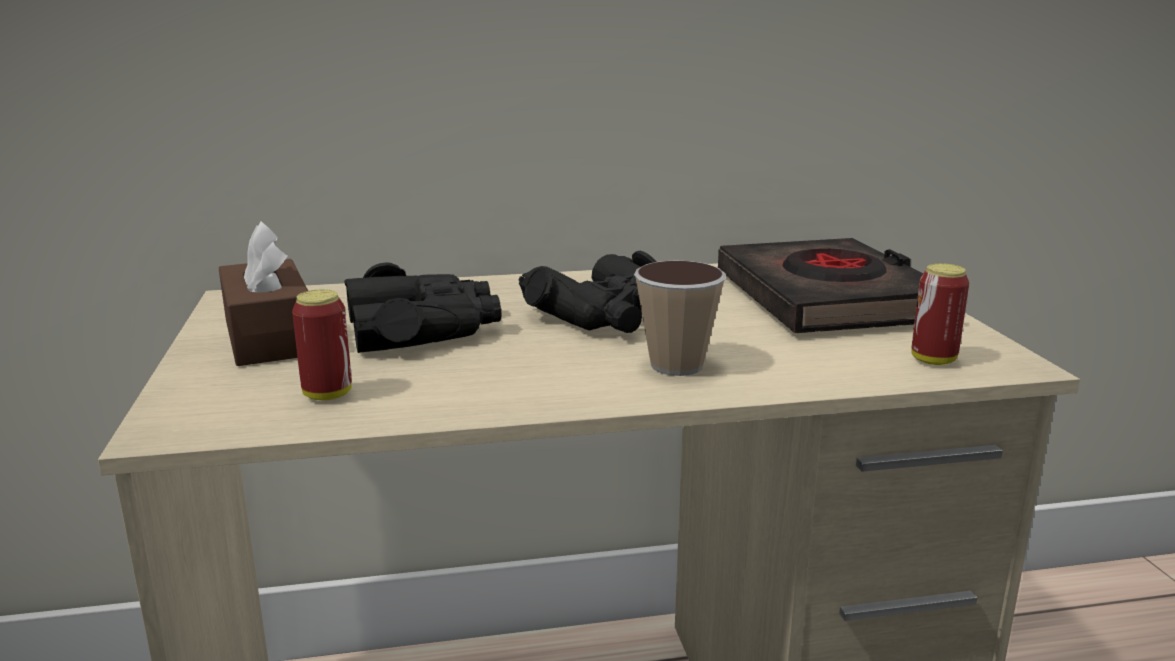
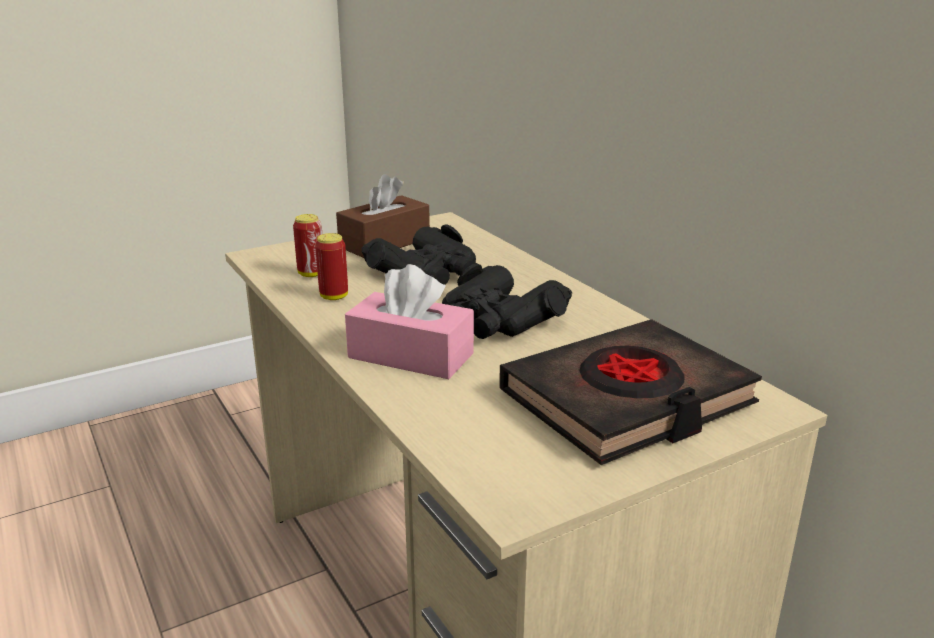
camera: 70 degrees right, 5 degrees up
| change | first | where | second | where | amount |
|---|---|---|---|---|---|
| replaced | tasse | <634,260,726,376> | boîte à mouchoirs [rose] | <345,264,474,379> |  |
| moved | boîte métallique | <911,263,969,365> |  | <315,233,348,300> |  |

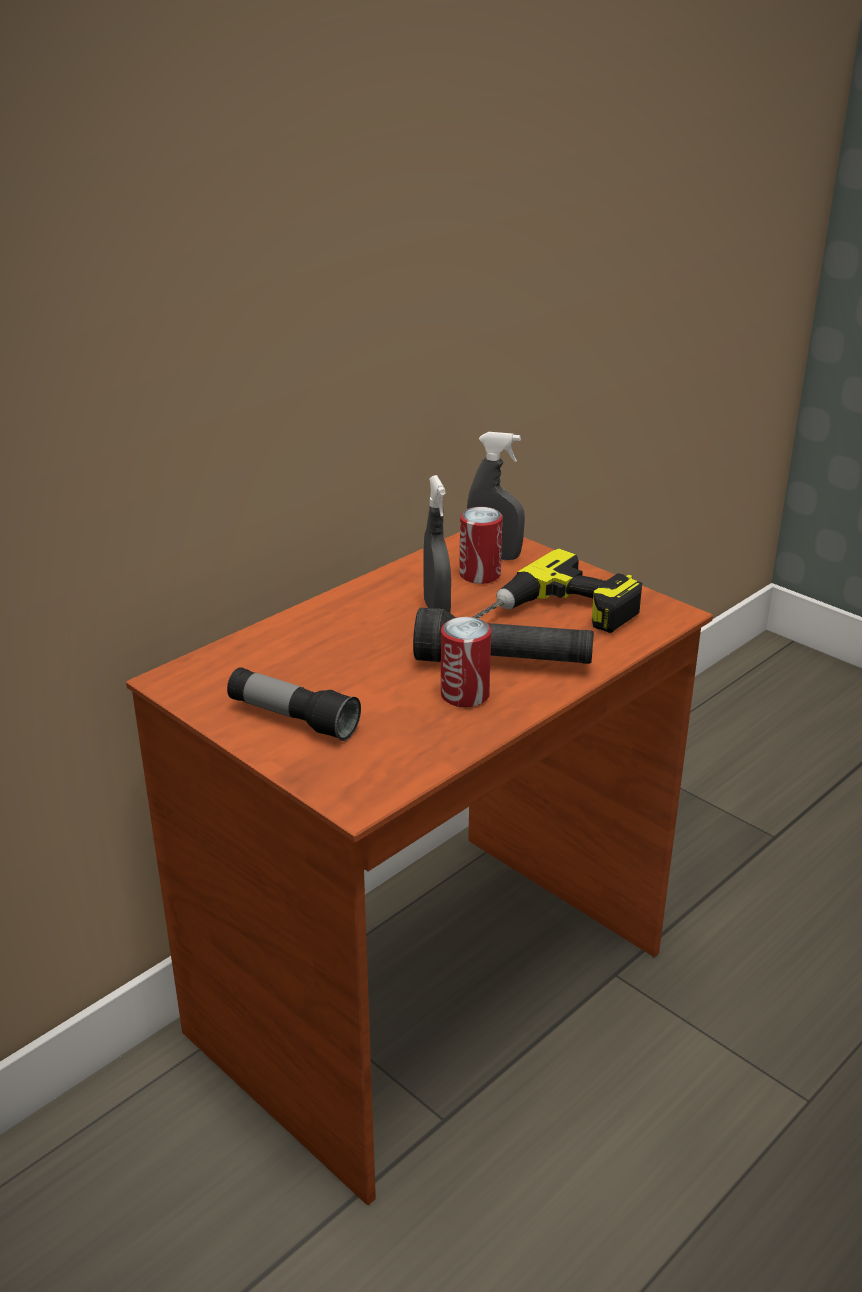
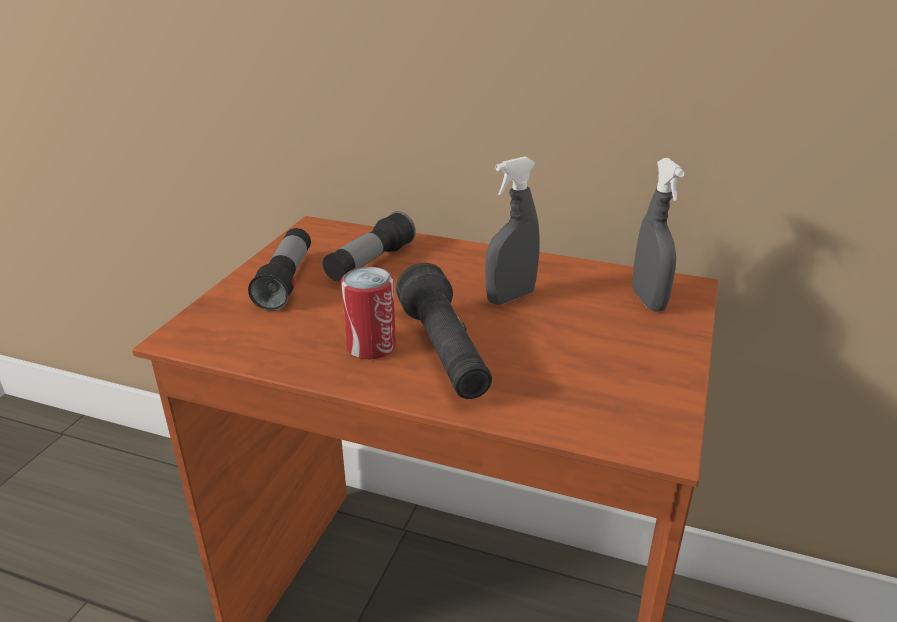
camera: 65 degrees right, 0 degrees up
| change | first | where | second | where | amount |
|---|---|---|---|---|---|
| removed | boîte métallique | <459,507,503,584> |  |  |  |
| removed | perceuse | <473,549,642,633> |  |  |  |
| added |  |  | lampe de poche | <323,211,416,281> |  |

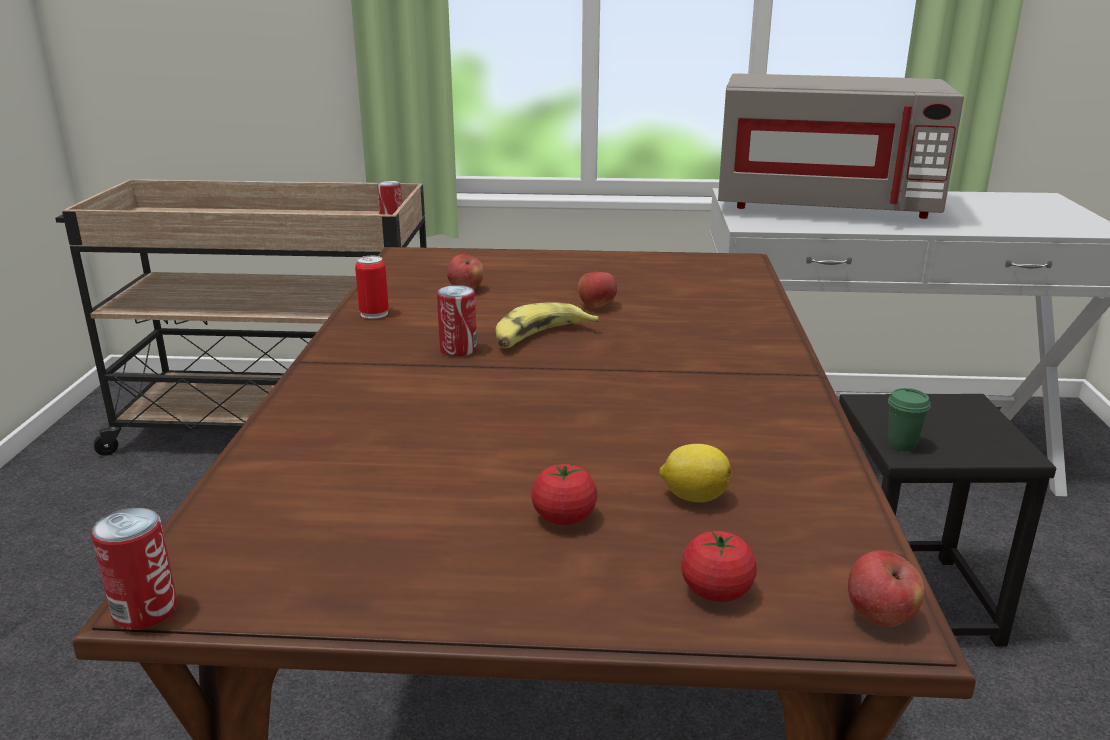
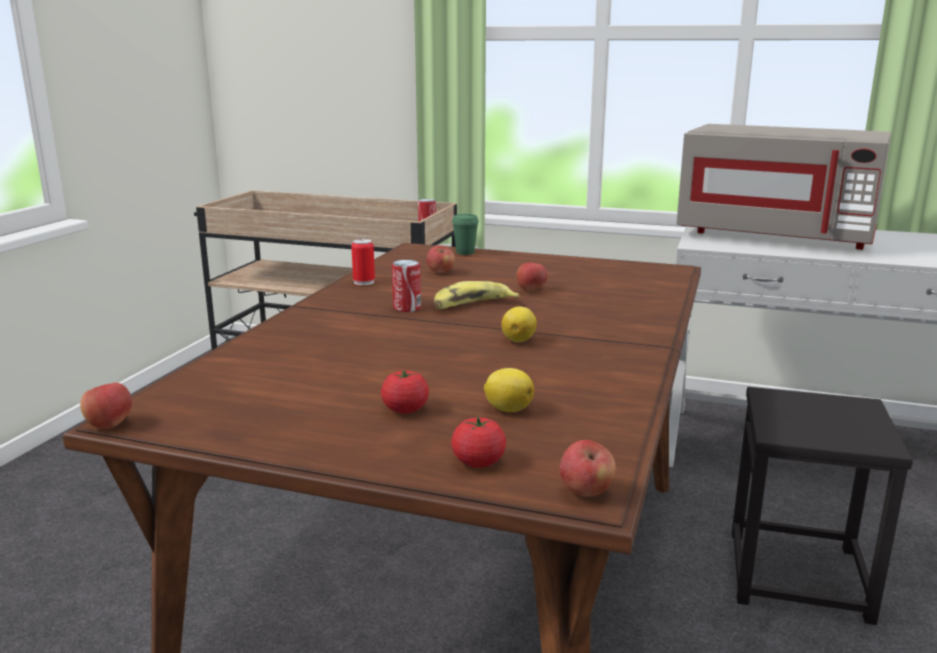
camera: 15 degrees right, 5 degrees down
| change | first | where | second | where | amount |
|---|---|---|---|---|---|
| moved | tasse [vert] | <888,388,930,451> |  | <452,214,479,255> |  |
| replaced | boîte métallique | <92,508,177,630> | pomme | <80,383,132,429> |  |
| added |  |  | citron | <501,306,537,342> |  |

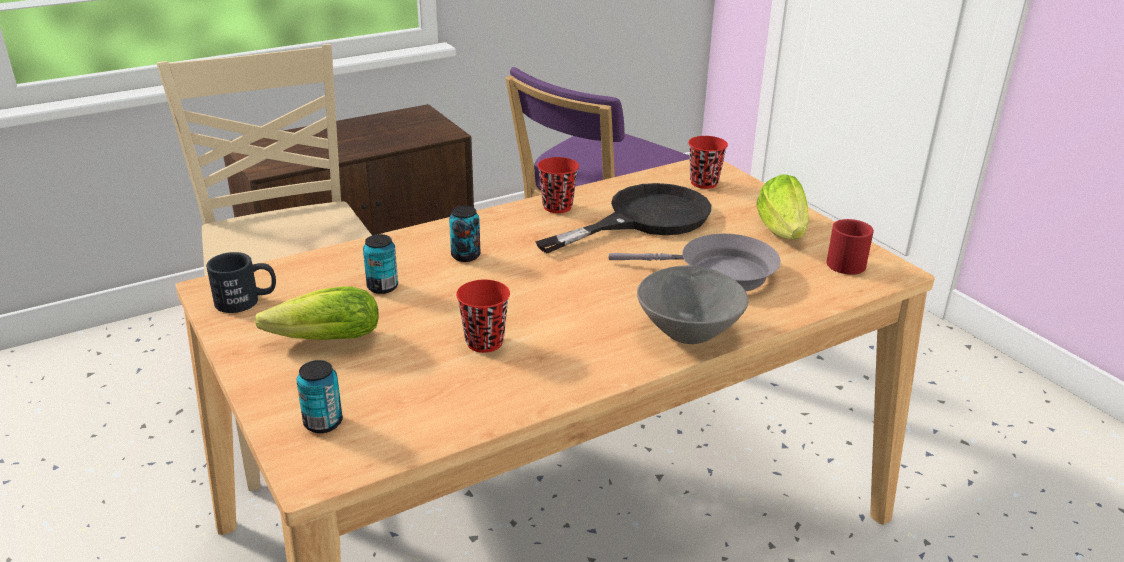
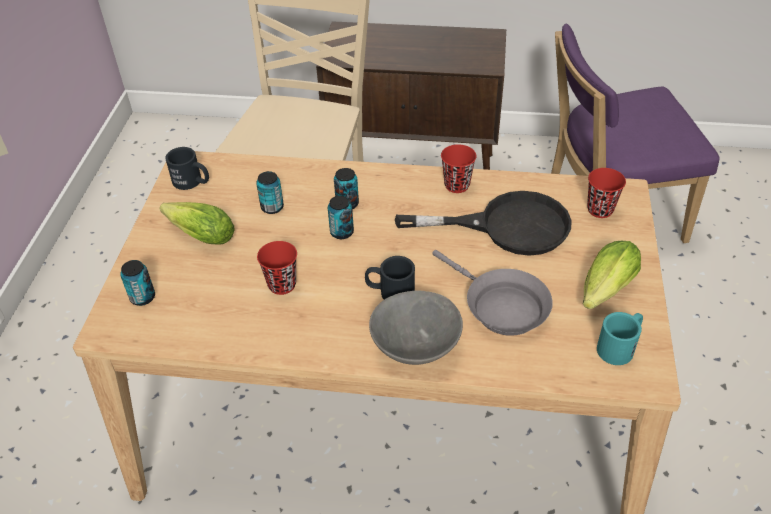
camera: 40 degrees right, 15 degrees up
| change | first | where | second | where | amount |
|---|---|---|---|---|---|
| recoloured | mug [rouge] | <826,219,874,275> | mug [turquoise] | <597,312,643,365> |  |
| added |  |  | boîte métallique | <328,196,354,239> |  |
| added |  |  | mug [noir] | <365,256,415,300> |  |

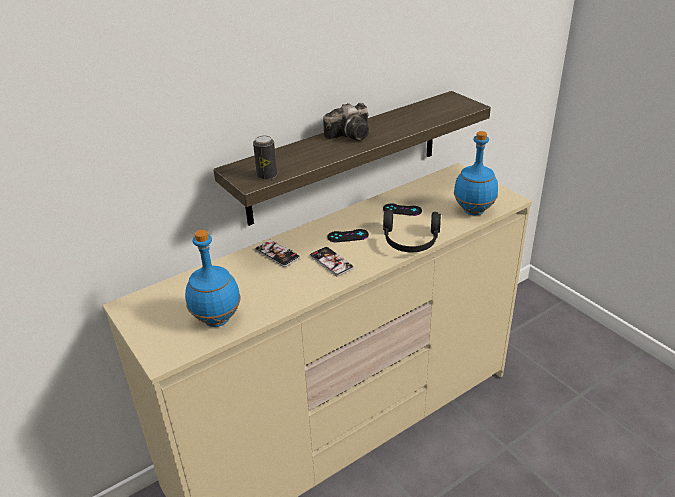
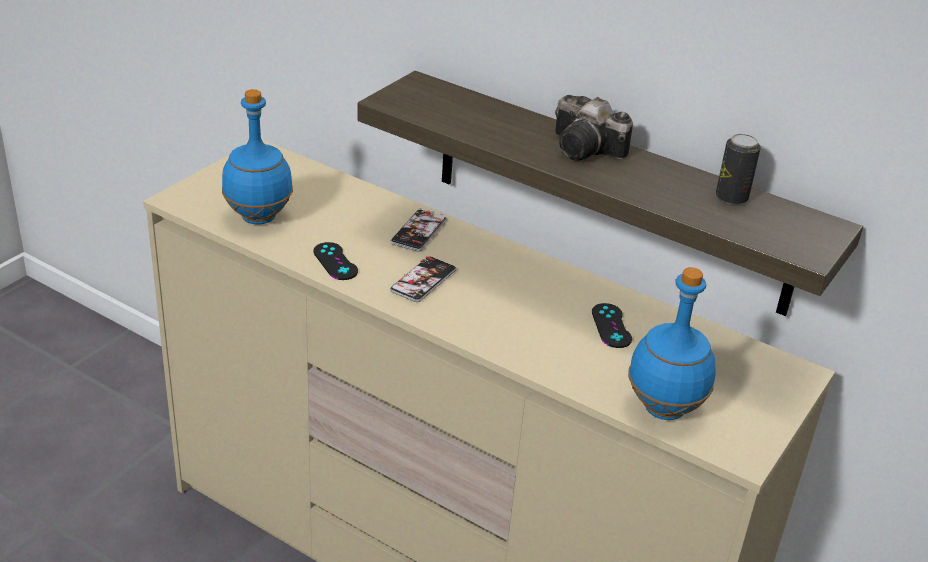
camera: 65 degrees right, 0 degrees up
| change | first | where | second | where | amount |
|---|---|---|---|---|---|
| moved | boîte métallique | <253,135,277,180> |  | <716,134,761,205> |  |
| removed | casque audio [noir] | <383,210,441,252> |  |  |  |
| moved | manette [noir] | <327,229,369,242> |  | <313,242,358,280> |  |

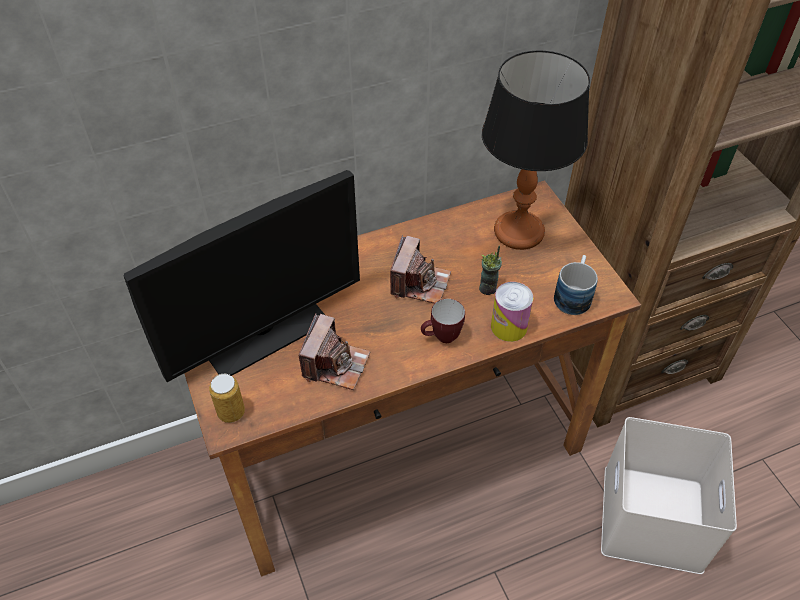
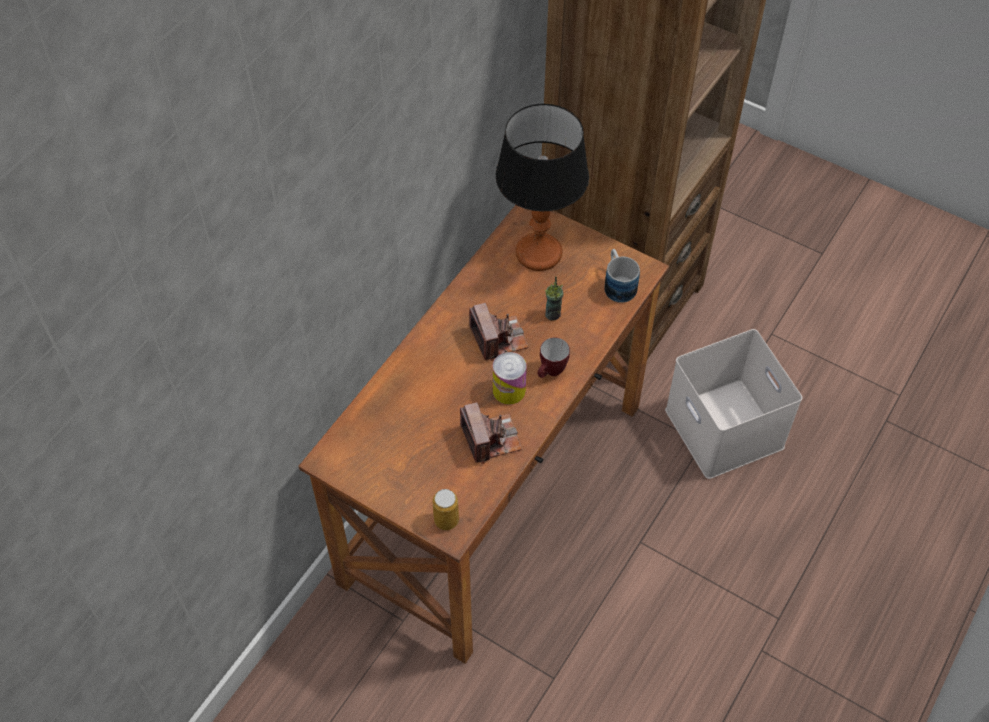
camera: 35 degrees left, 5 degrees up
| change | first | where | second | where | amount |
|---|---|---|---|---|---|
| removed | écran d'ordinateur | <124,170,360,382> |  |  |  |
| moved | boîte métallique | <491,282,533,342> |  | <493,352,527,405> |  |

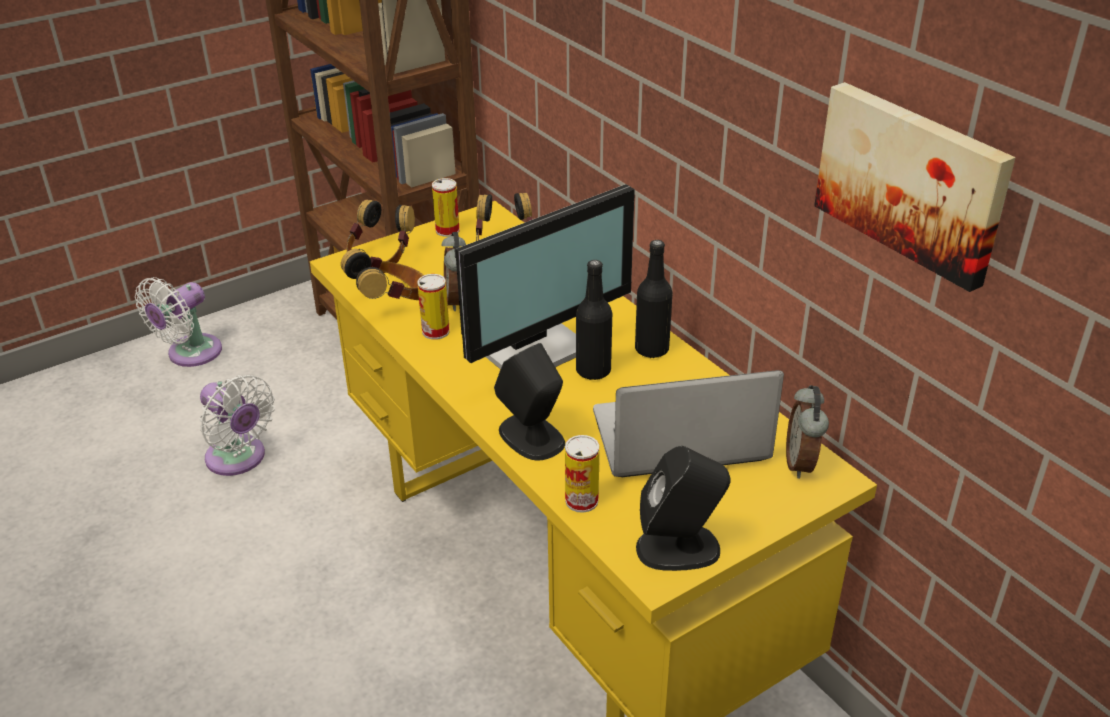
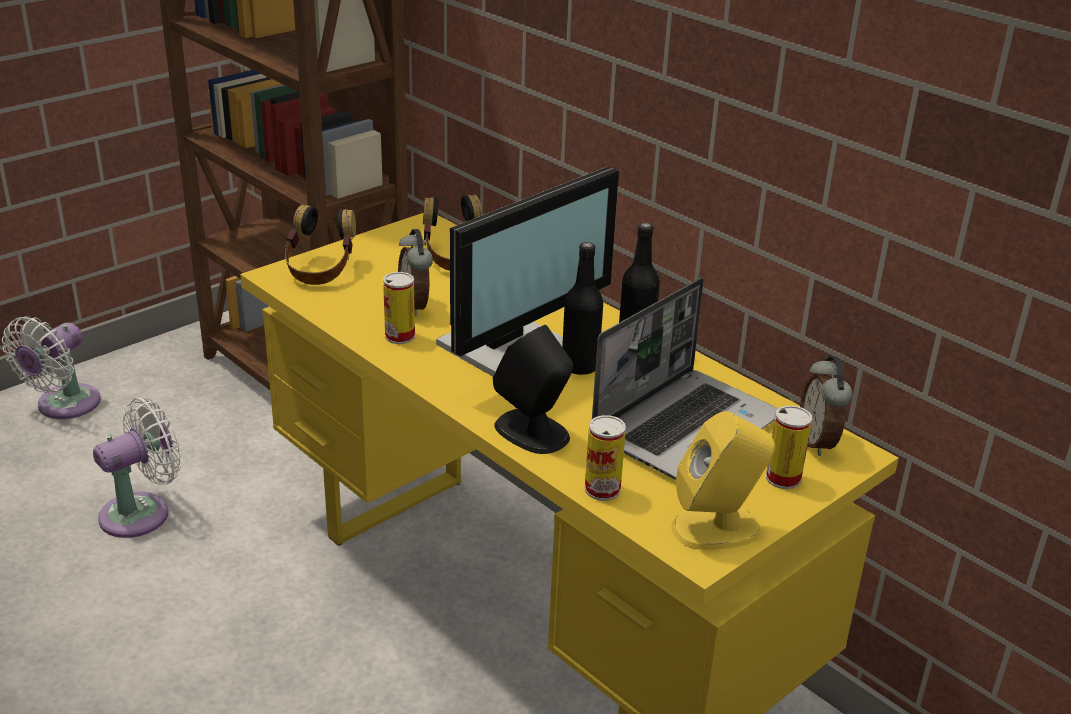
camera: 10 degrees left, 5 degrees down
| change | first | where | second | where | amount |
|---|---|---|---|---|---|
| removed | tableau | <814,82,1016,292> |  |  |  |
| moved | boîte métallique | <432,178,460,237> |  | <766,405,812,489> |  |
| removed | casque audio | <341,249,424,300> |  |  |  |
| turned | ordinateur portable | <593,370,784,477> |  | <592,278,778,480> | 150 degrees clockwise |
| turned | ventilateur [blanc] | <200,375,275,476> |  | <93,397,181,538> | 75 degrees counterclockwise |
| recoloured | enceinte [noir] | <636,446,730,571> | enceinte [jaune] | <671,411,775,550> |  |

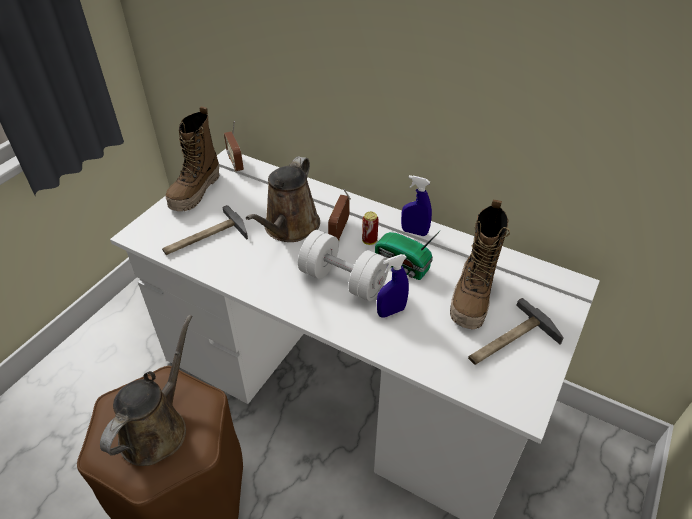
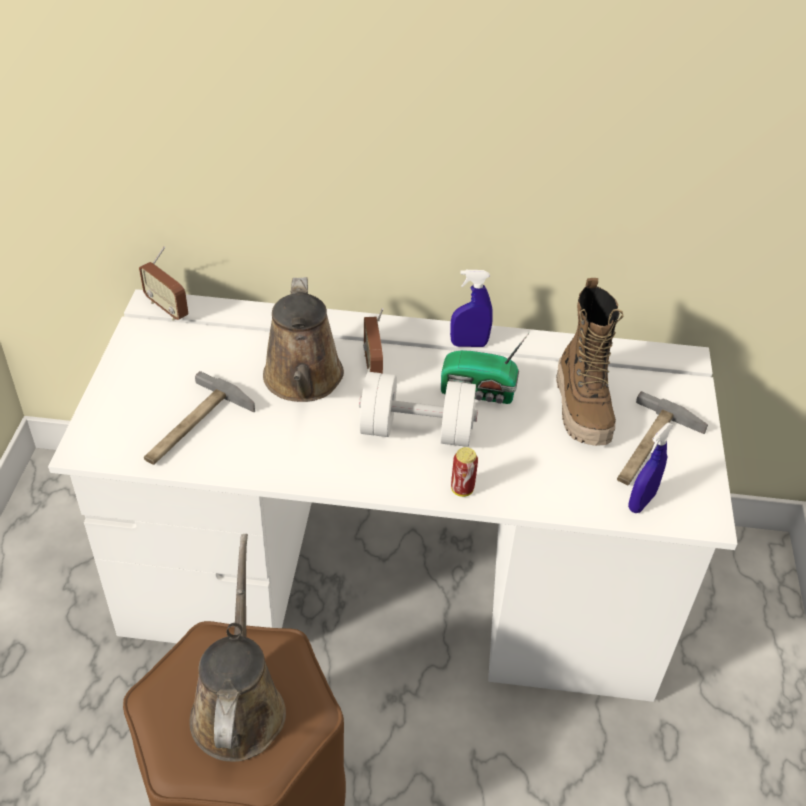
camera: 25 degrees left, 0 degrees up
| change | first | where | second | where | amount |
|---|---|---|---|---|---|
| removed | botte | <165,106,219,211> |  |  |  |
| moved | boîte métallique | <362,212,379,245> |  | <451,447,478,497> |  |
| moved | vaporisateur [bleu] | <377,254,409,318> |  | <628,422,673,513> |  |

